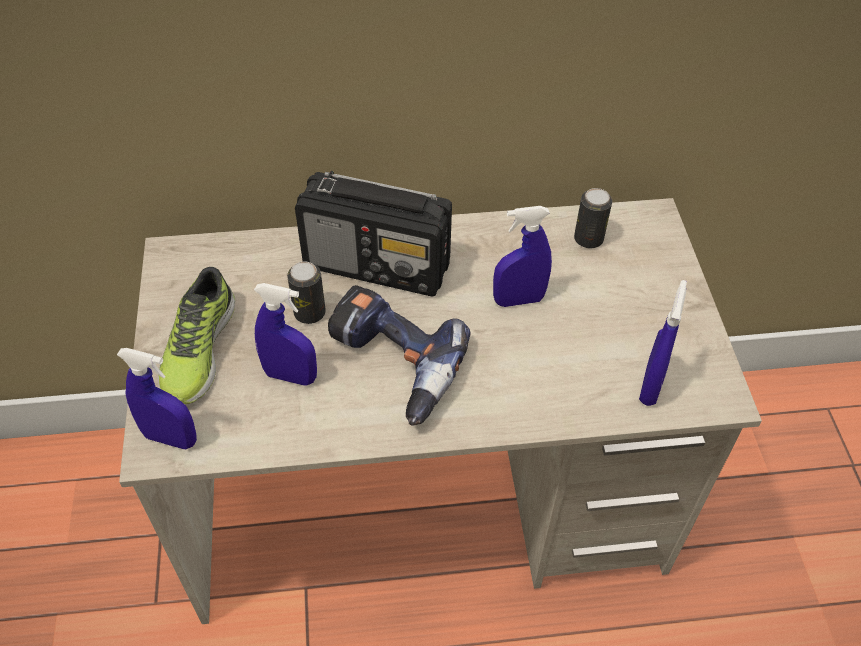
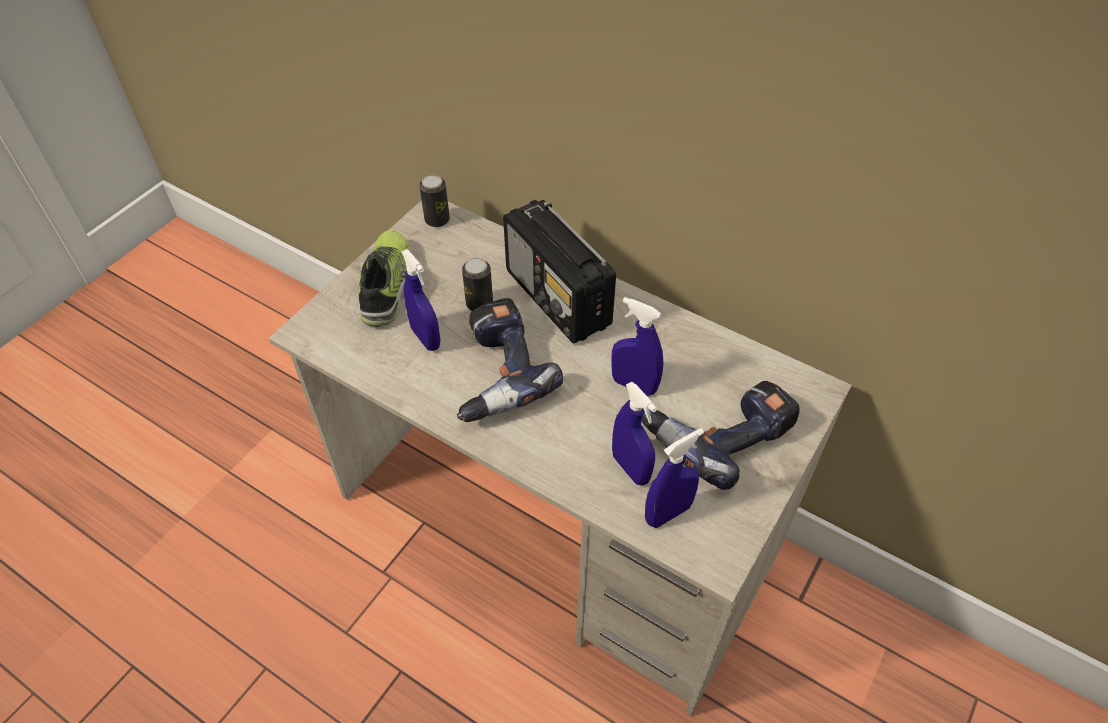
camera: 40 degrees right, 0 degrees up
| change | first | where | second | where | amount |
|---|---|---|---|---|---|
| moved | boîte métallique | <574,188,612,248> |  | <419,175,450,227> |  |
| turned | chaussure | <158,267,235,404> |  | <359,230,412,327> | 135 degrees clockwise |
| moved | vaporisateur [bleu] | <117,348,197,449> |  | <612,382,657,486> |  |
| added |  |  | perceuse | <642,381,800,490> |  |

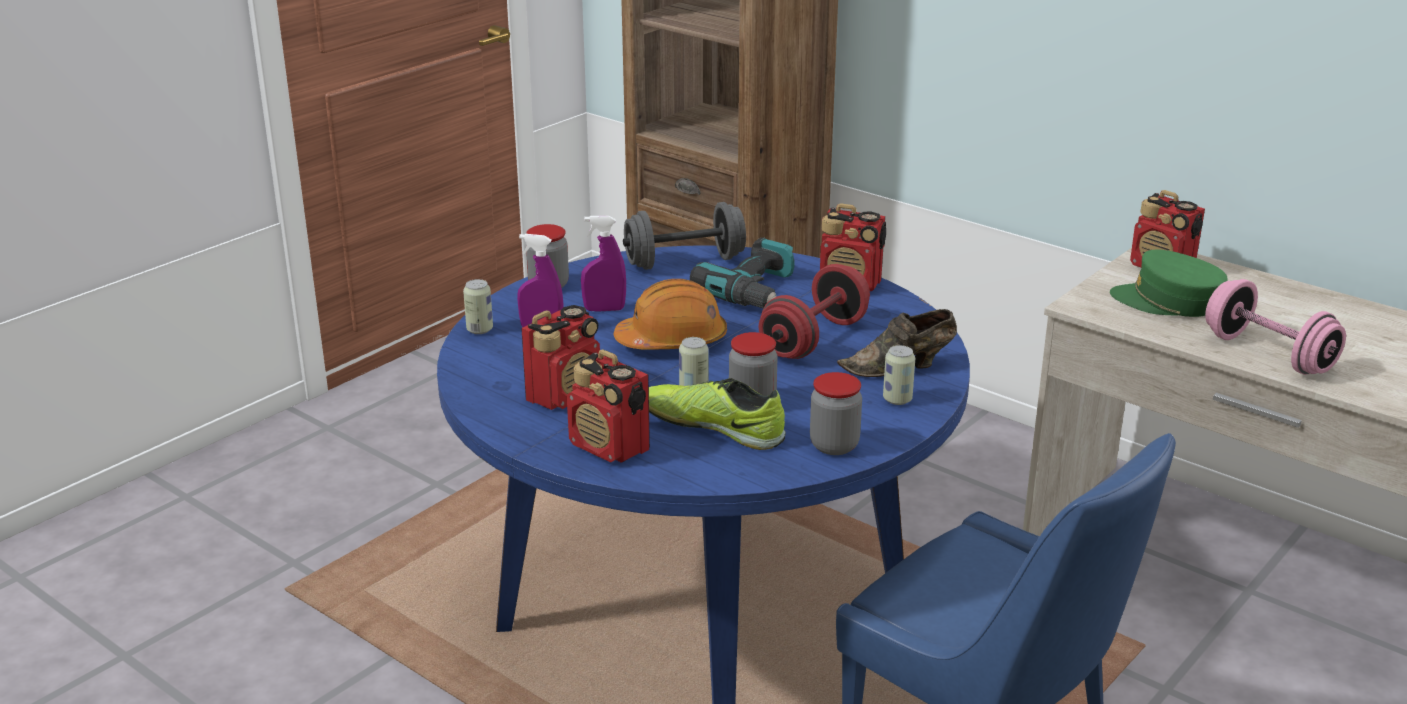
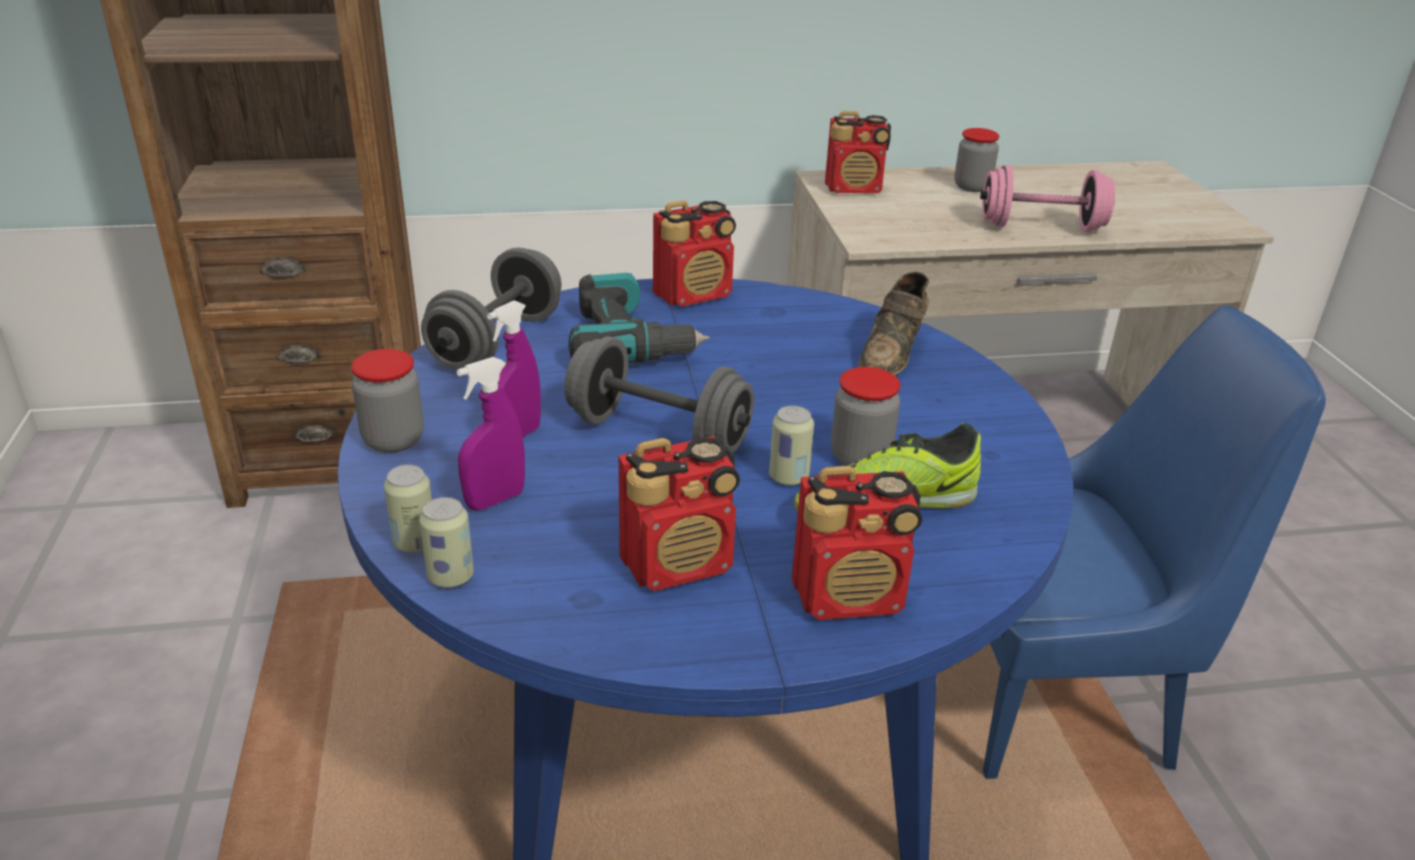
camera: 50 degrees left, 5 degrees up
| change | first | where | second | where | amount |
|---|---|---|---|---|---|
| removed | casquette [vert] | <1110,249,1228,317> |  |  |  |
| removed | haltère [rouge] | <759,264,870,359> |  |  |  |
| replaced | casque de chantier [orange] | <614,279,727,350> | haltère [gris] | <564,336,754,453> |  |
| turned | radio | <521,305,600,410> |  | <619,436,740,591> | 75 degrees clockwise |
| moved | boîte métallique | <883,345,915,405> |  | <419,497,474,588> |  |
| moved | bocal | <810,372,862,455> |  | <954,128,999,192> |  |

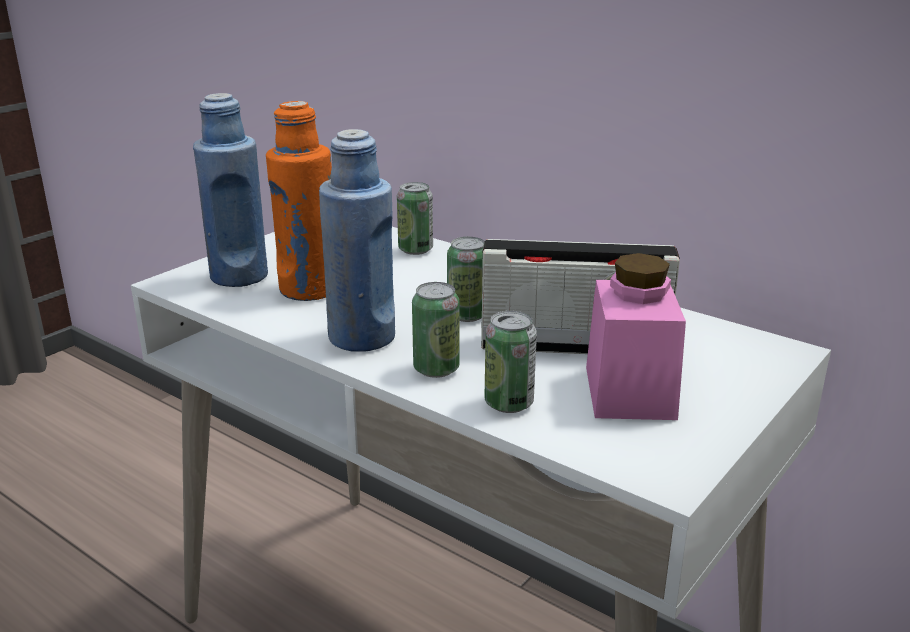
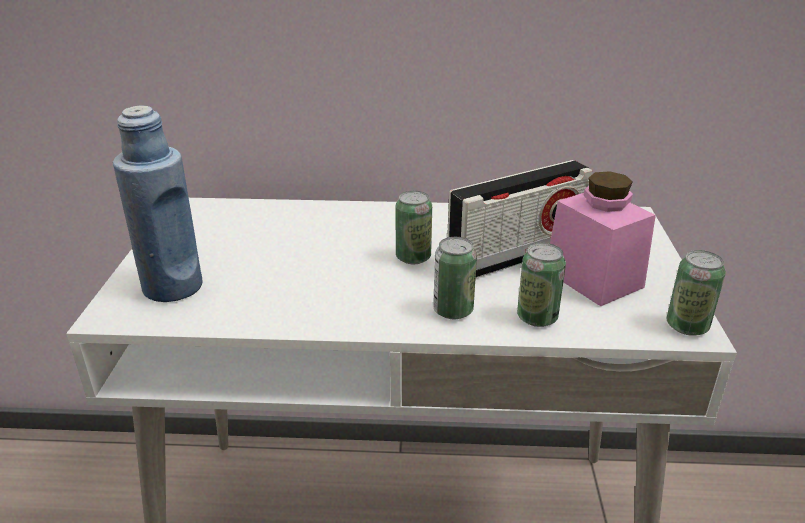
camera: 35 degrees left, 5 degrees up
| change | first | where | second | where | amount |
|---|---|---|---|---|---|
| removed | bouteille [orange] | <266,101,332,301> |  |  |  |
| removed | bouteille [bleu] | <319,129,395,352> |  |  |  |
| moved | boîte métallique | <397,182,433,255> |  | <667,250,726,336> |  |

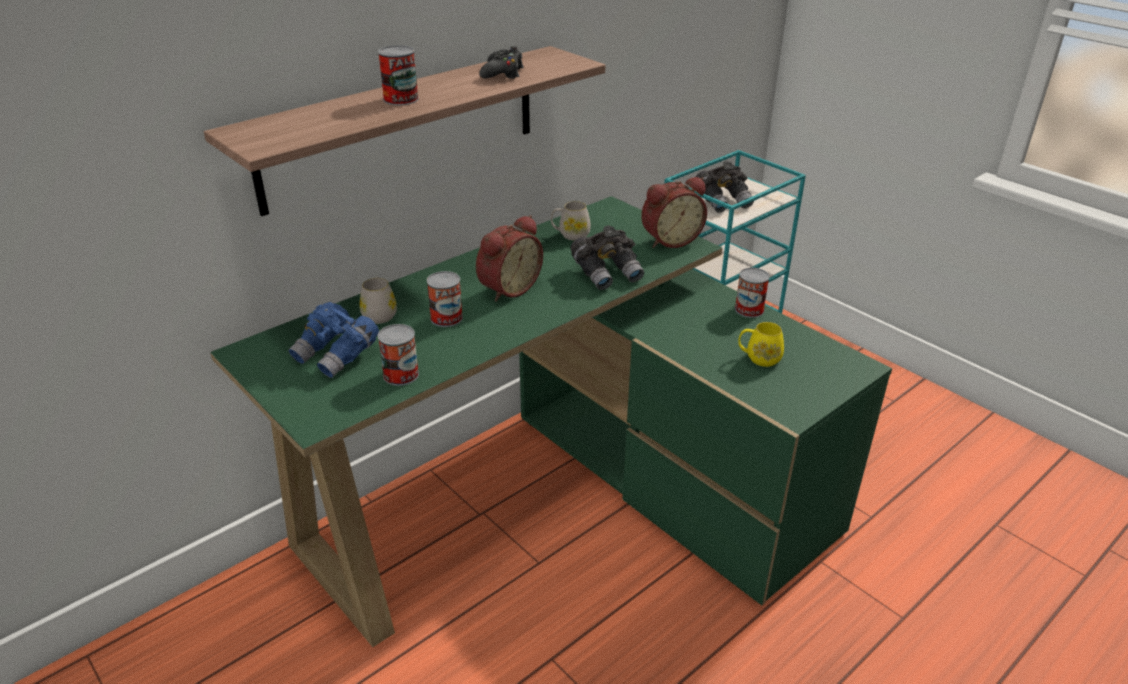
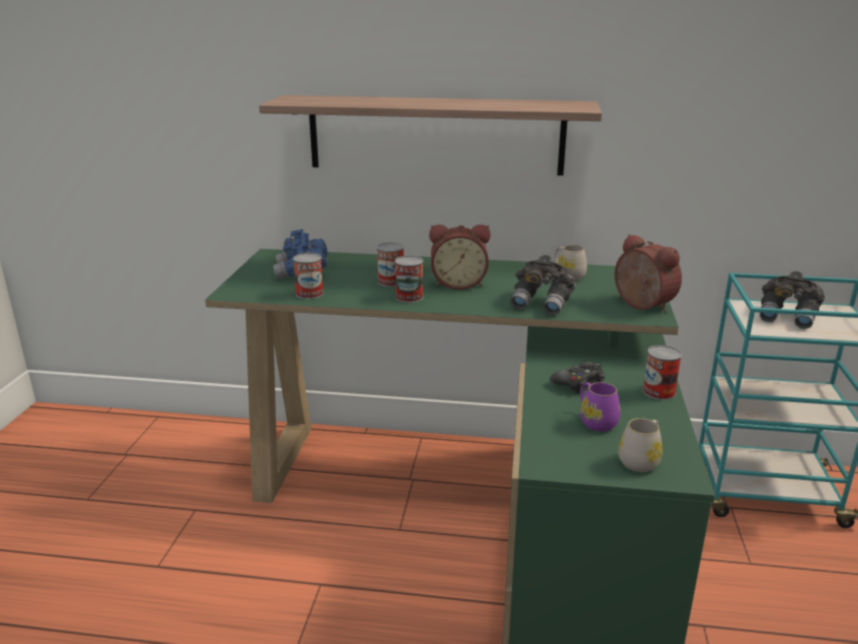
camera: 50 degrees right, 10 degrees down
| change | first | where | second | where | amount |
|---|---|---|---|---|---|
| moved | boîte métallique | <378,45,419,105> |  | <395,256,423,303> |  |
| moved | manette [noir] | <479,46,524,79> |  | <550,362,605,394> |  |
| turned | réveil | <641,177,707,248> |  | <615,234,682,312> | 150 degrees counterclockwise |
| moved | mug [blanc] | <360,277,397,324> |  | <618,418,662,472> |  |
| recoloured | mug [jaune] | <738,322,784,367> | mug [violet] | <580,382,620,431> |  |

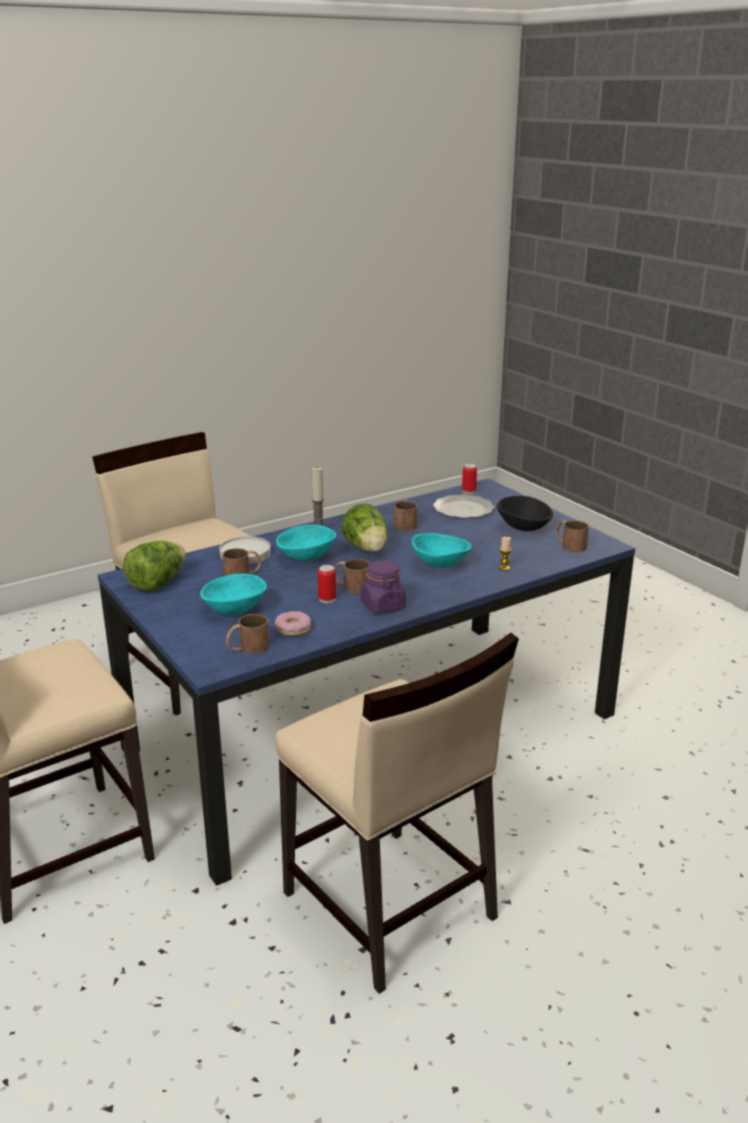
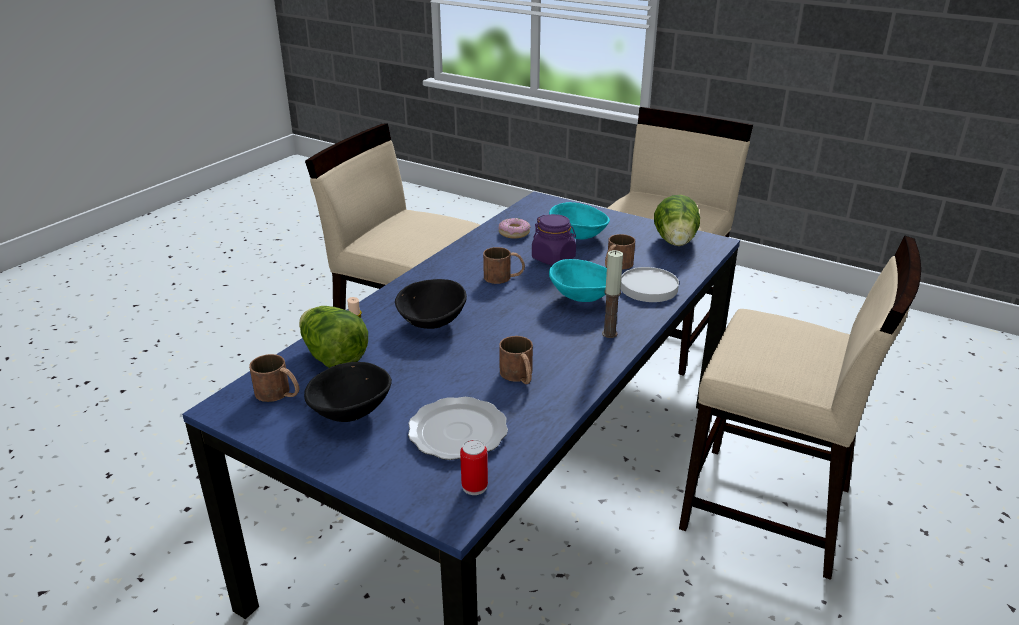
camera: 155 degrees right, 5 degrees up
| change | first | where | second | where | amount |
|---|---|---|---|---|---|
| moved | laitue | <342,503,388,552> |  | <299,306,368,368> |  |
| recoloured | bol [turquoise] | <412,533,471,568> | bol [noir] | <395,279,467,329> |  |
| moved | bocal [violet] | <361,560,406,614> |  | <532,214,576,265> |  |
| removed | boîte métallique | <318,565,336,603> |  |  |  |
| removed | mug [marron] | <226,614,270,654> |  |  |  |

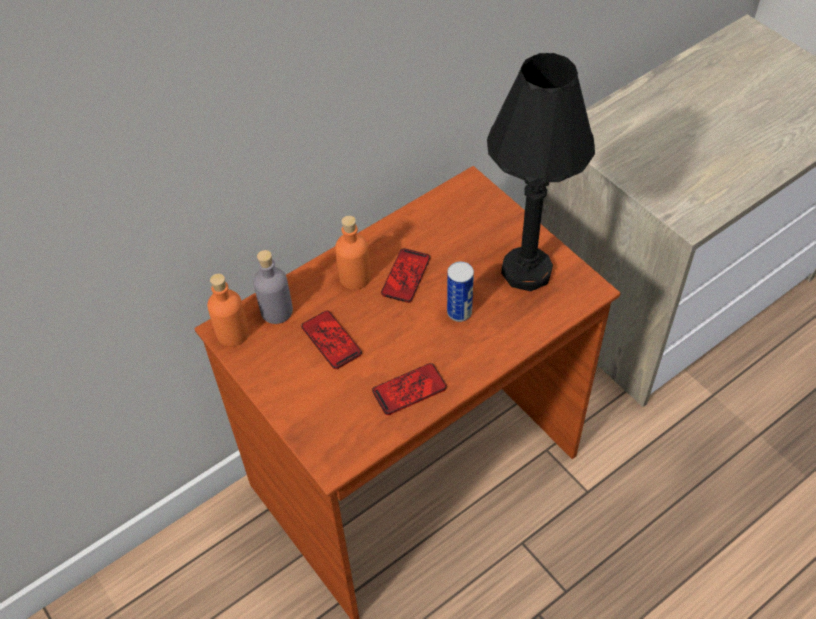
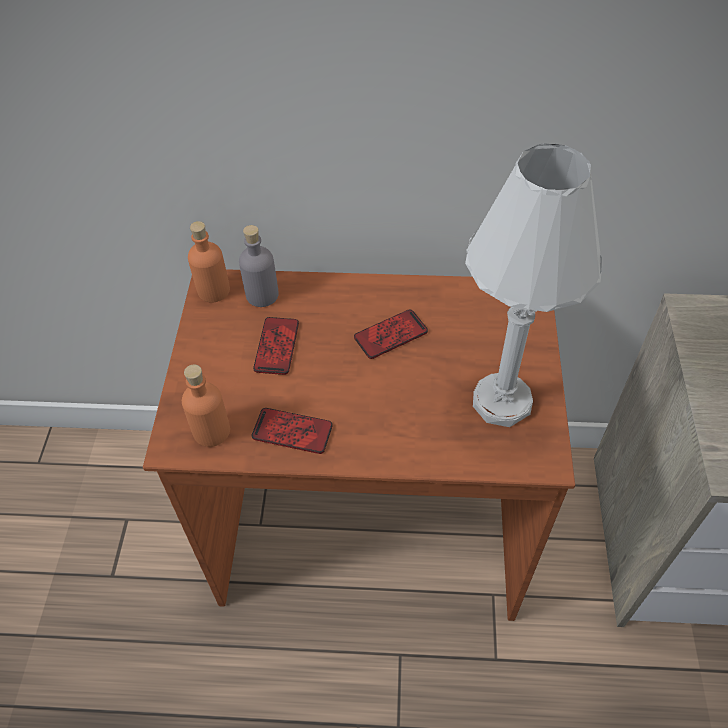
camera: 40 degrees right, 0 degrees up
| change | first | where | second | where | amount |
|---|---|---|---|---|---|
| recoloured | lampe de table [noir] | <487,53,595,292> | lampe de table [blanc] | <465,143,602,427> |  |
| moved | bouteille [orange] | <335,216,371,290> |  | <182,364,230,447> |  |
| removed | boîte métallique | <447,262,474,322> |  |  |  |

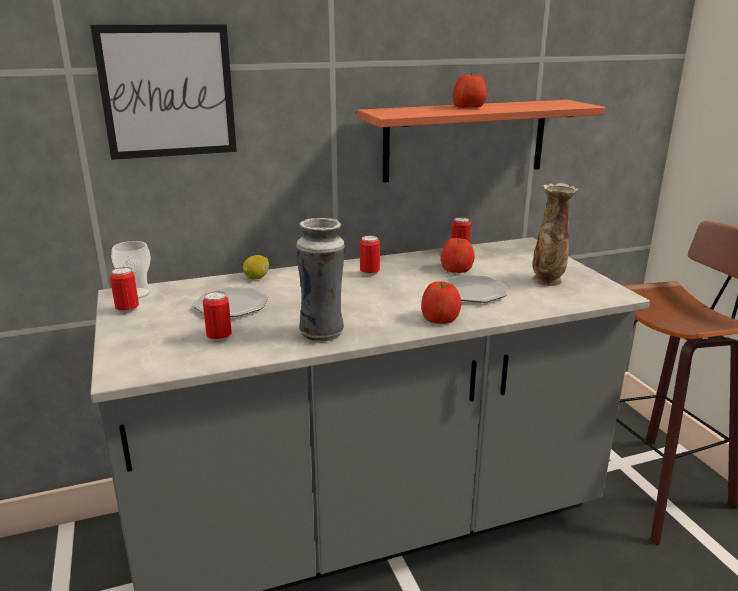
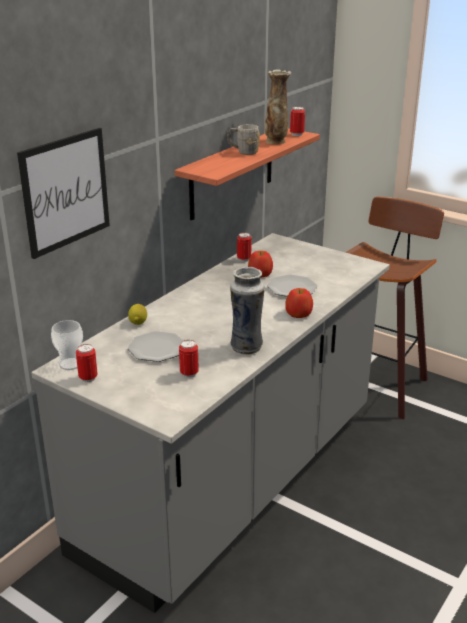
camera: 35 degrees left, 5 degrees up
| change | first | where | second | where | amount |
|---|---|---|---|---|---|
| replaced | pomme | <453,73,487,108> | mug [gris] | <227,124,260,155> |  |
| moved | vase | <533,183,578,286> |  | <265,70,291,145> |  |
| moved | boîte métallique | <360,235,380,276> |  | <290,106,305,136> |  |

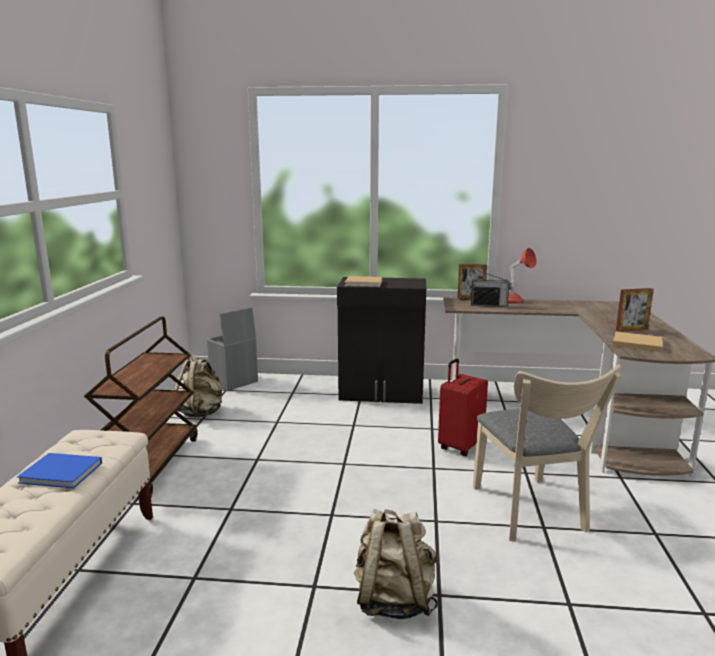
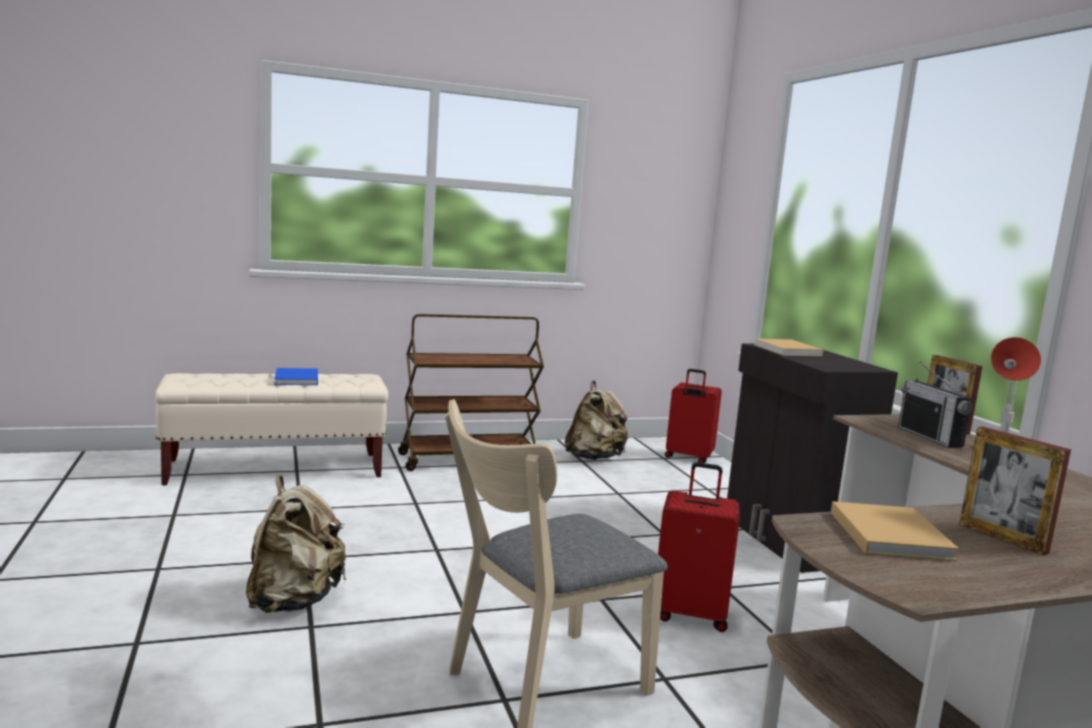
camera: 65 degrees right, 5 degrees down
| change | first | where | second | where | amount |
|---|---|---|---|---|---|
| replaced | boîte de rangement [gris] | <207,307,258,391> | valise [rouge] | <665,369,722,463> |  |

